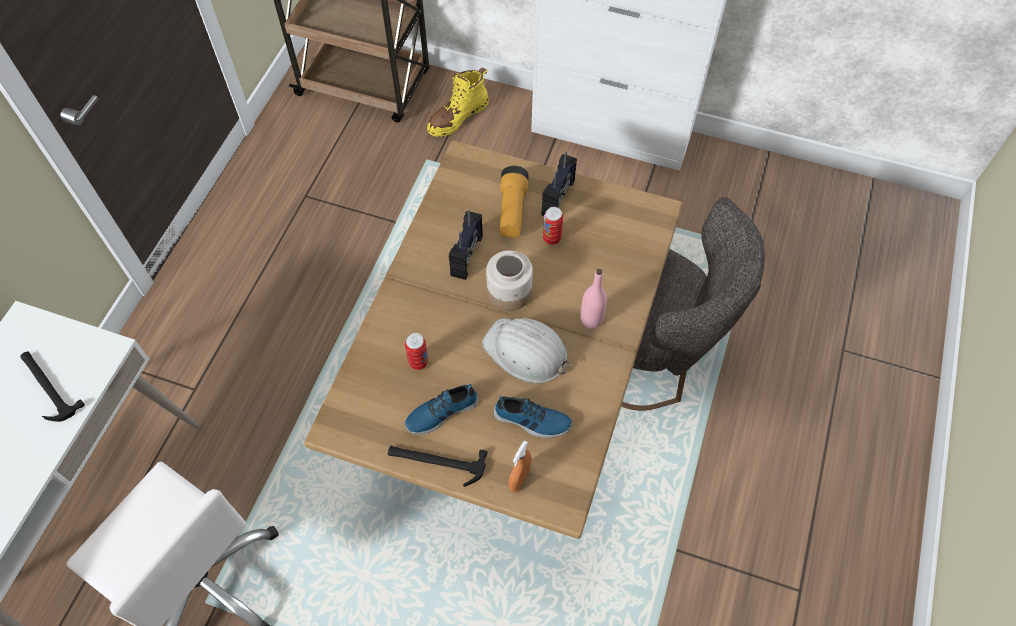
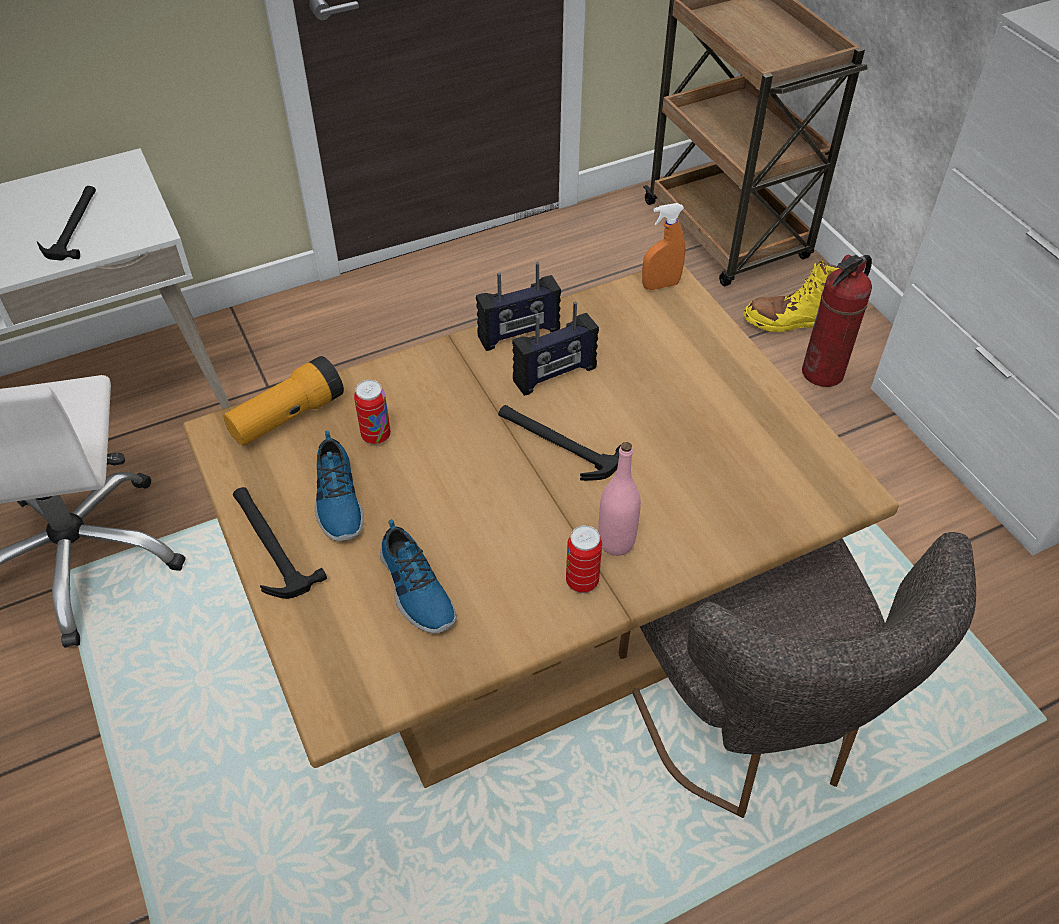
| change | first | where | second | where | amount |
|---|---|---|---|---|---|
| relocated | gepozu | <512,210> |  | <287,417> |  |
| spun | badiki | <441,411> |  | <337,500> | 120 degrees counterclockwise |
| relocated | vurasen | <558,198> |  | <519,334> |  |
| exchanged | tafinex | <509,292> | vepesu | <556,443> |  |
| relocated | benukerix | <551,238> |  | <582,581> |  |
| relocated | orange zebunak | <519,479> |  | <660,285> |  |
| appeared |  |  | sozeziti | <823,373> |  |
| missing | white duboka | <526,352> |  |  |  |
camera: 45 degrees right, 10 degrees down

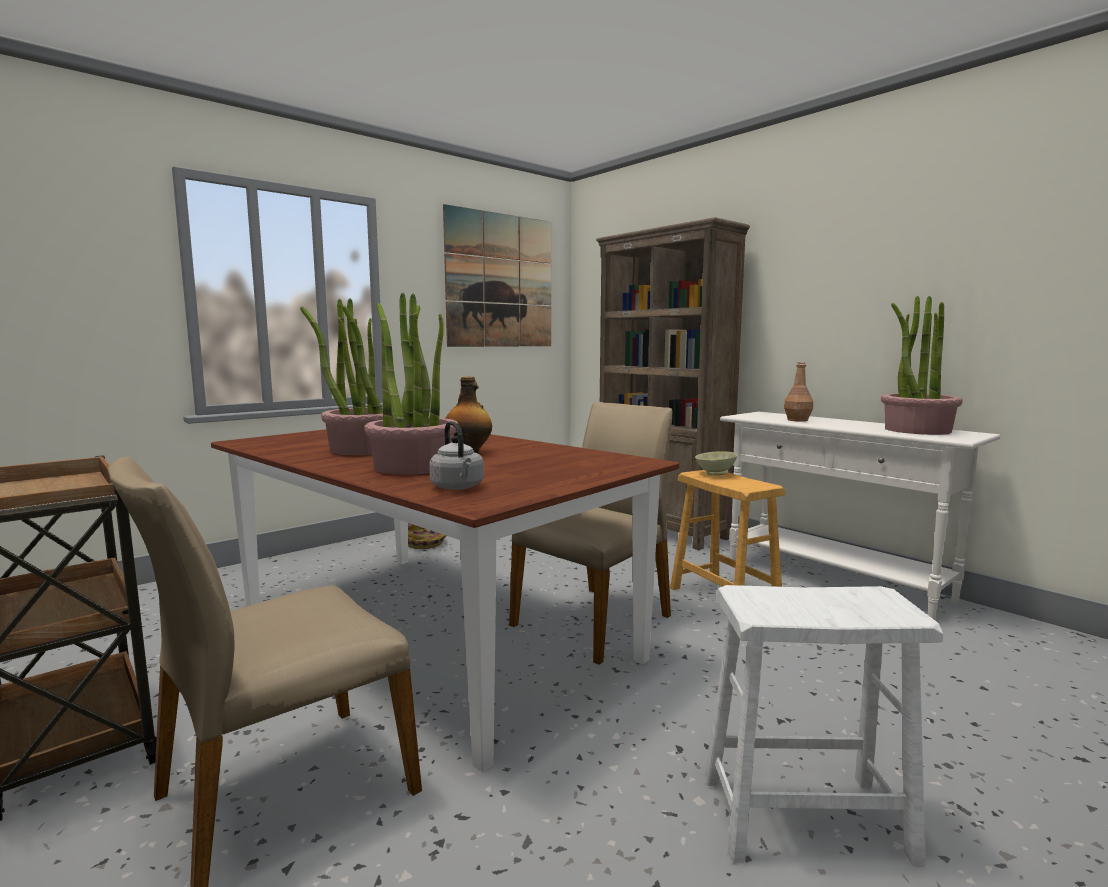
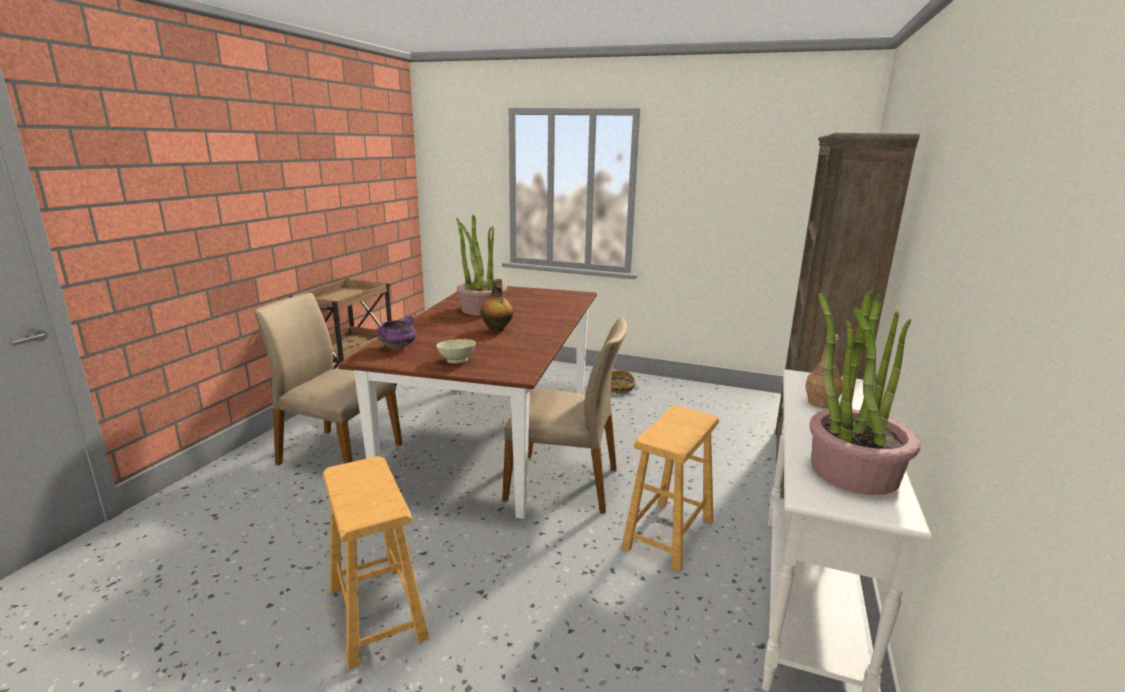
| change | first | where | second | where | amount |
|---|---|---|---|---|---|
| colour | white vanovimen | <805,818> | brown vanovimen | <376,614> |  |
| exchanged | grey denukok | <458,487> | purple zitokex | <398,347> |  |
| relocated | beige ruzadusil | <715,474> |  | <457,361> |  |
| missing | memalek | <413,466> |  |  |  |
| missing | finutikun | <500,281> |  |  |  |
camera: 60 degrees right, 10 degrees up

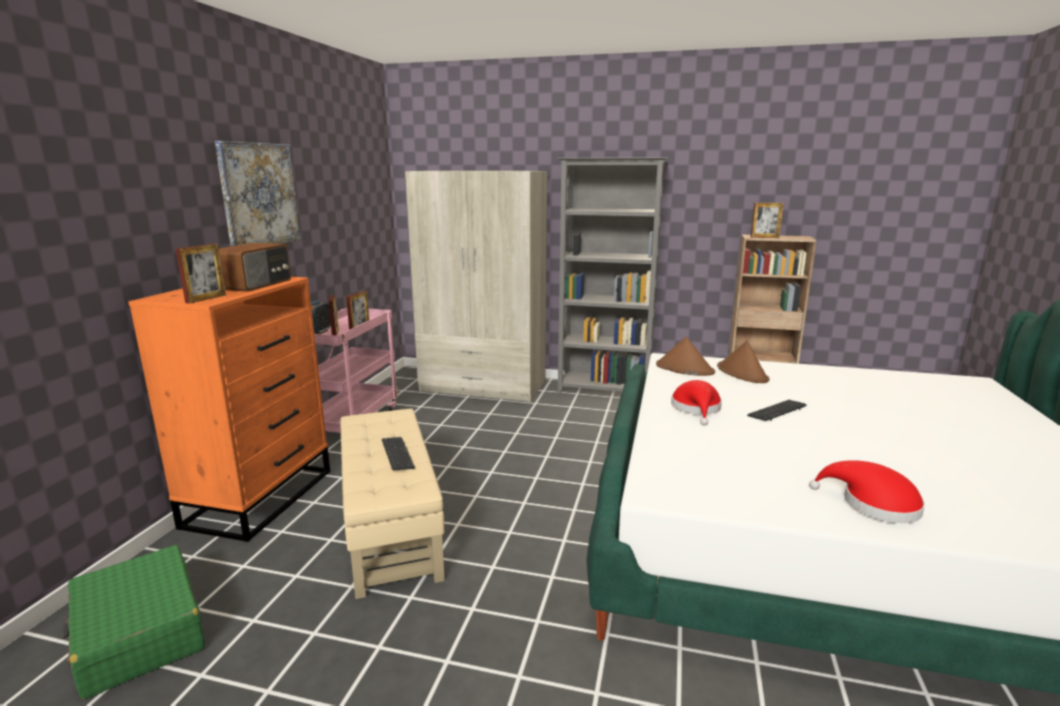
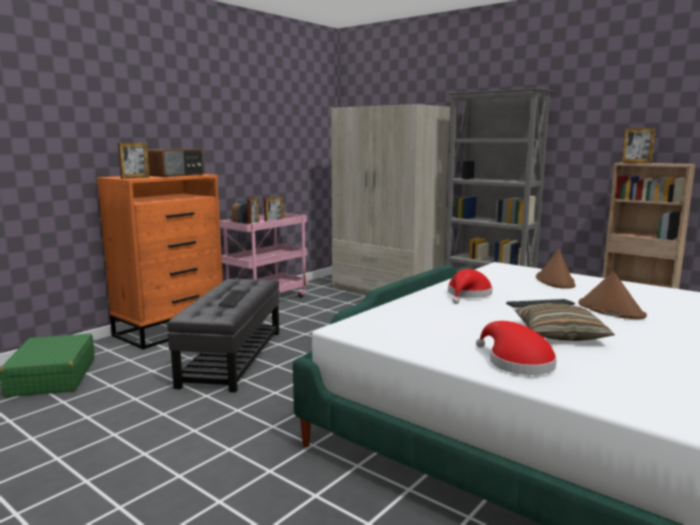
| change | first | where | second | where | amount |
|---|---|---|---|---|---|
| colour | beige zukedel | <389,525> | black zukedel | <232,357> |  |
| appeared |  |  | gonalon | <560,334> |  |
| relocated | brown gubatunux | <684,368> |  | <610,310> |  |
| missing | finutikun | <259,195> |  |  |  |
camera: 25 degrees right, 5 degrees down

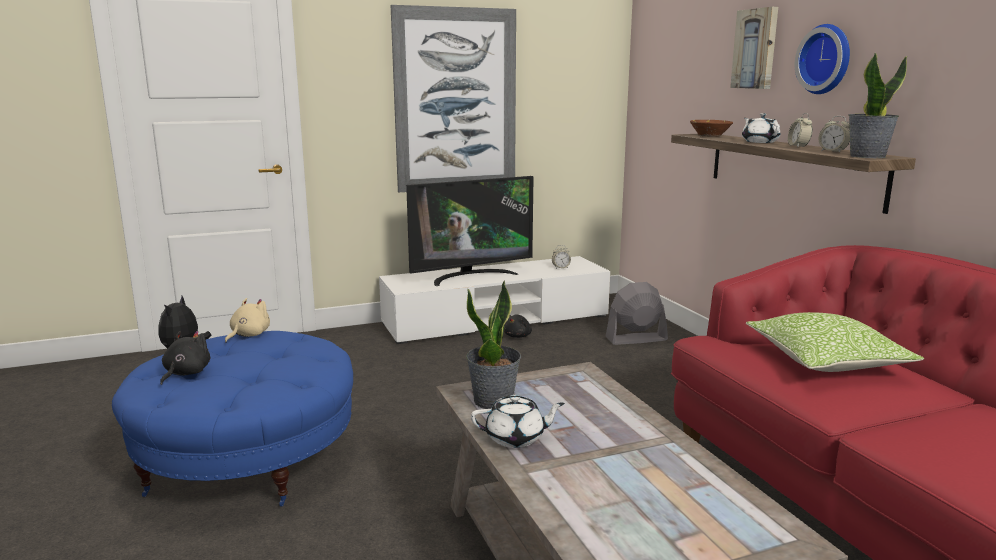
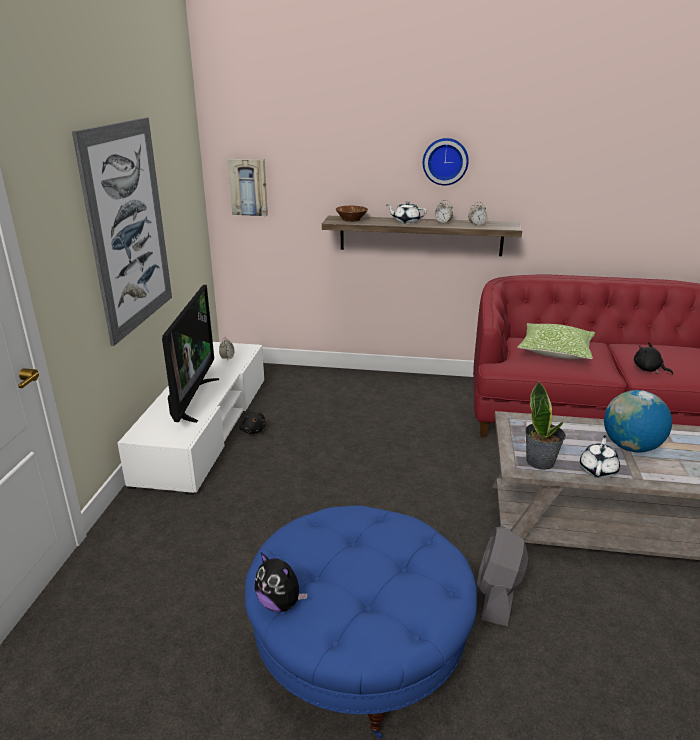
| change | first | where | second | where | amount |
|---|---|---|---|---|---|
| relocated | finutikun | <756,49> |  | <248,187> |  |
| relocated | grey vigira | <636,339> |  | <498,595> |  |
| appeared |  |  | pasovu | <631,447> |  |
| relocated | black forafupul | <185,373> |  | <648,369> |  |
| missing | beige forafupul | <248,335> |  |  |  |
| missing | memalek | <867,156> |  |  |  |
camera: 60 degrees left, 10 degrees up

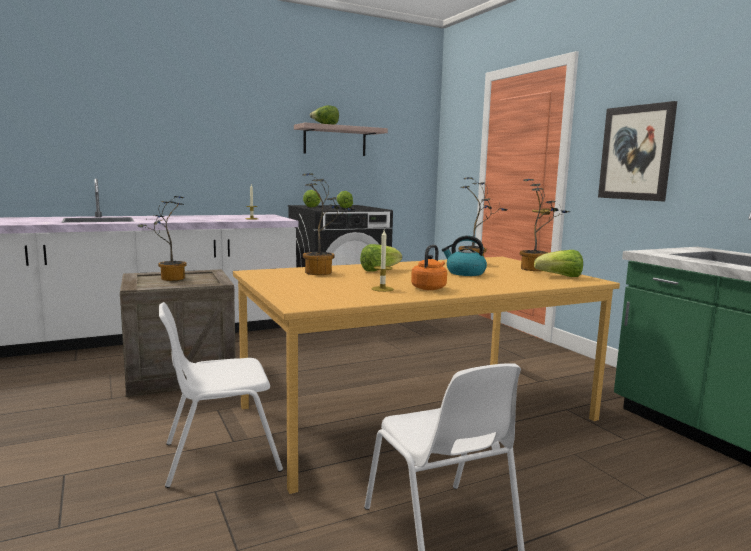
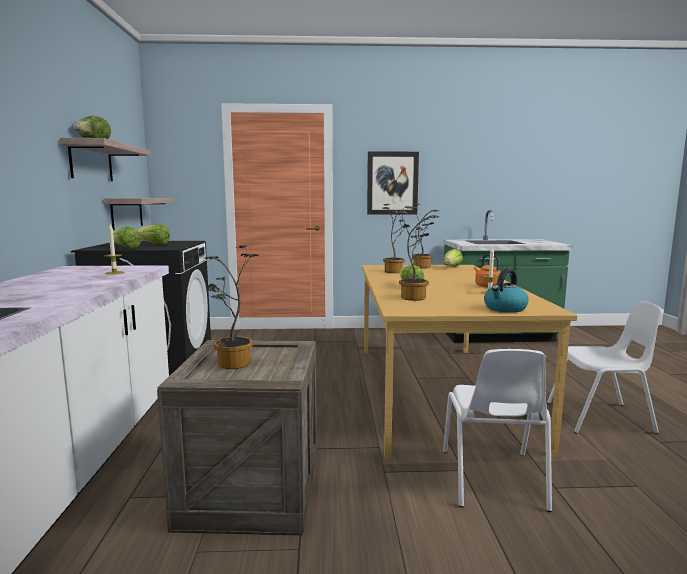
| change | first | where | second | where | amount |
|---|---|---|---|---|---|
| appeared |  |  | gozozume | <127,213> |  |
| relocated | denukok | <465,273> |  | <505,309> |  |
camera: 65 degrees left, 0 degrees up

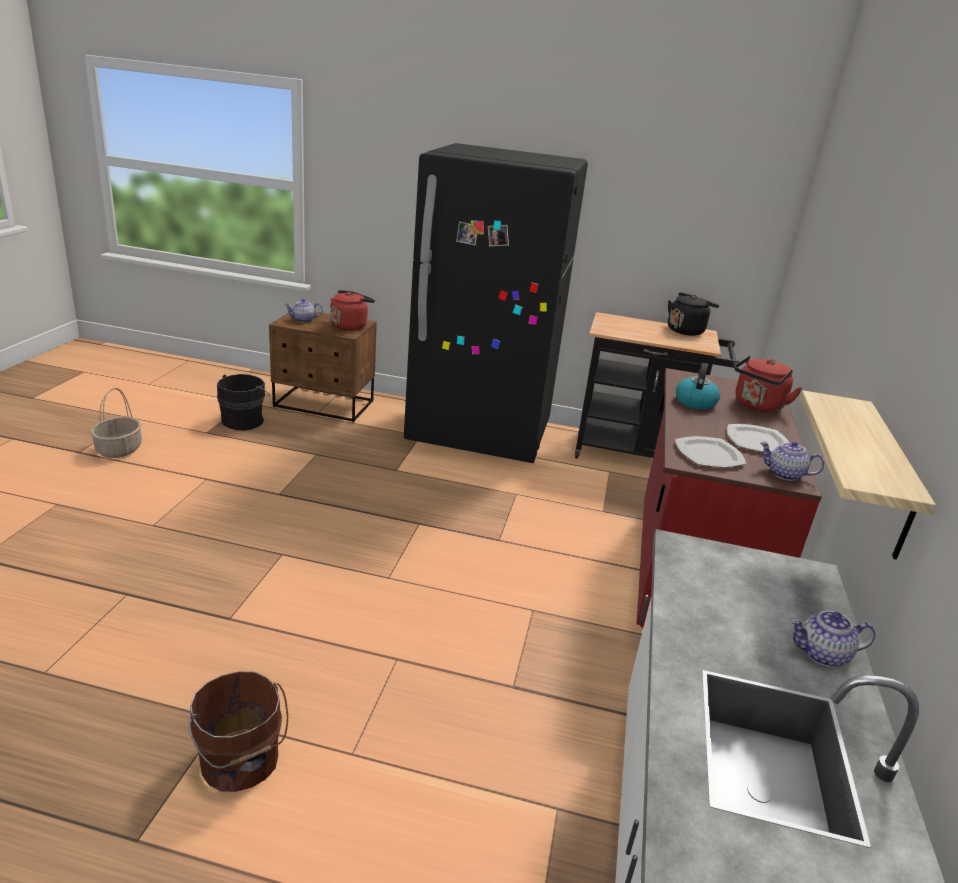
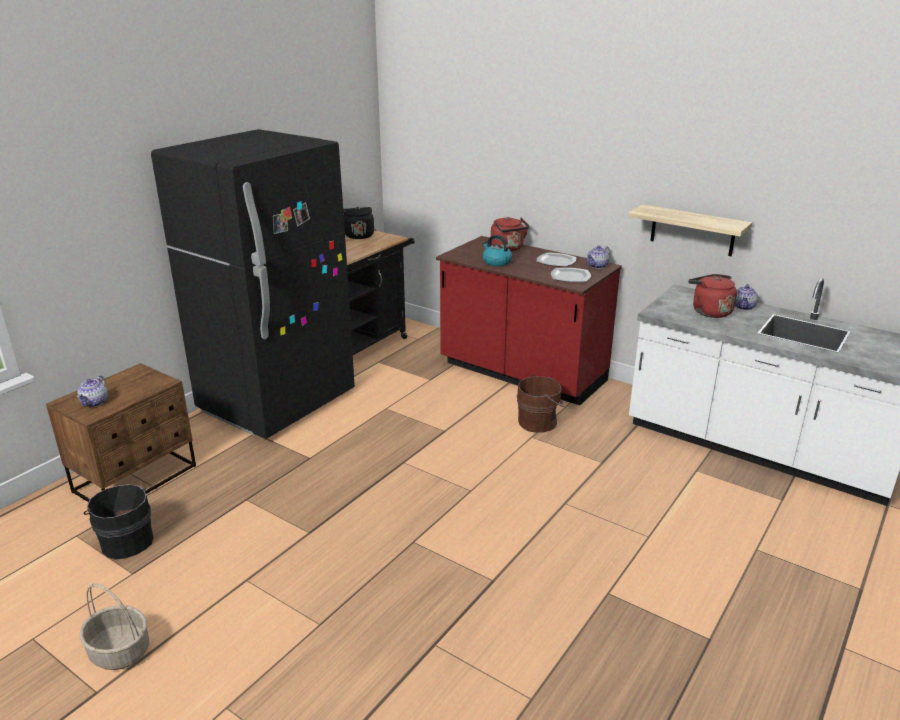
| change | first | where | second | where | amount |
|---|---|---|---|---|---|
| relocated | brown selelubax | <240,762> |  | <539,422> |  |
| relocated | red denukok | <350,326> |  | <709,311> |  |
camera: 65 degrees left, 0 degrees up

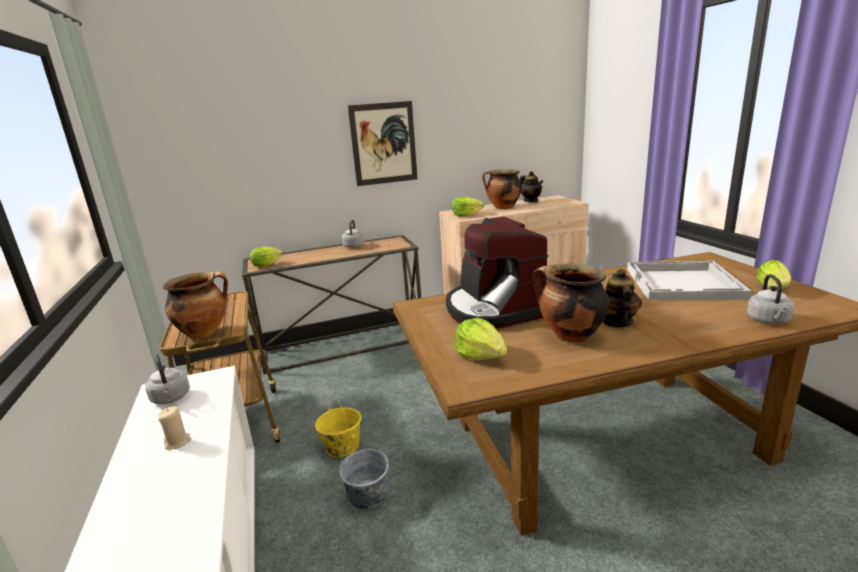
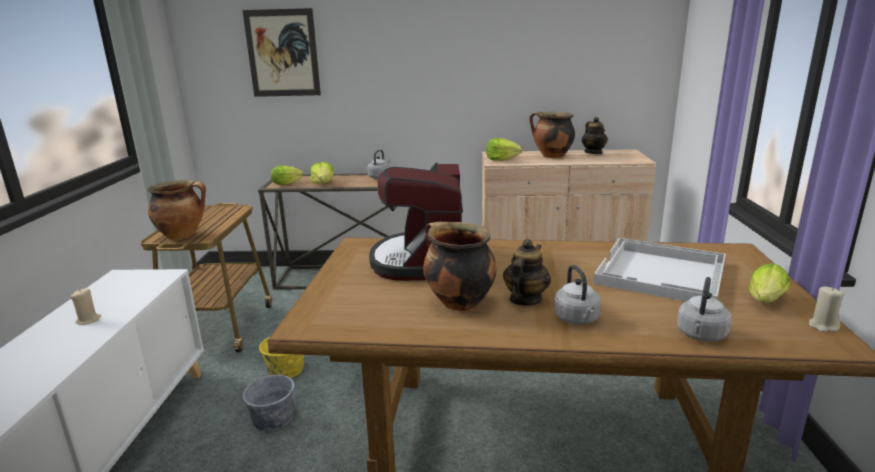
| change | first | where | second | where | amount |
|---|---|---|---|---|---|
| relocated | finutikun | <383,143> |  | <282,53> |  |
| relocated | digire | <481,355> |  | <323,183> |  |
| relocated | grey denukok | <171,398> |  | <577,319> |  |
| appeared |  |  | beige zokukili | <823,326> |  |
camera: 20 degrees right, 0 degrees up

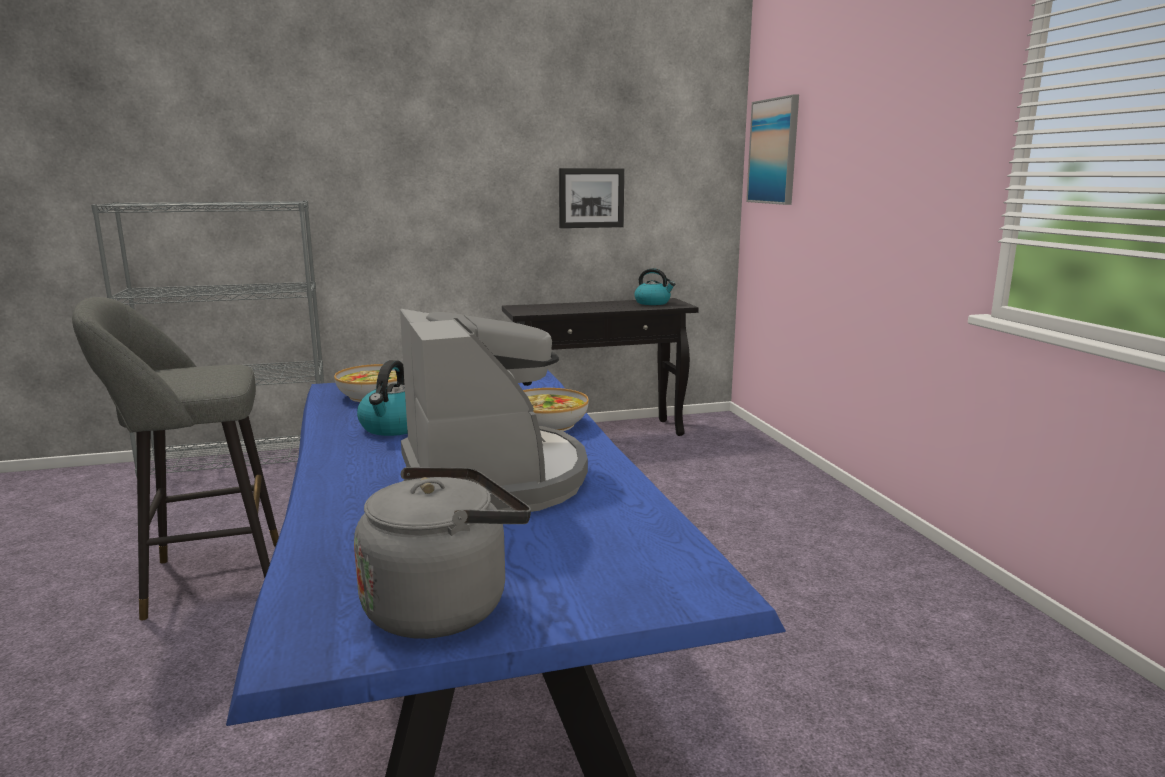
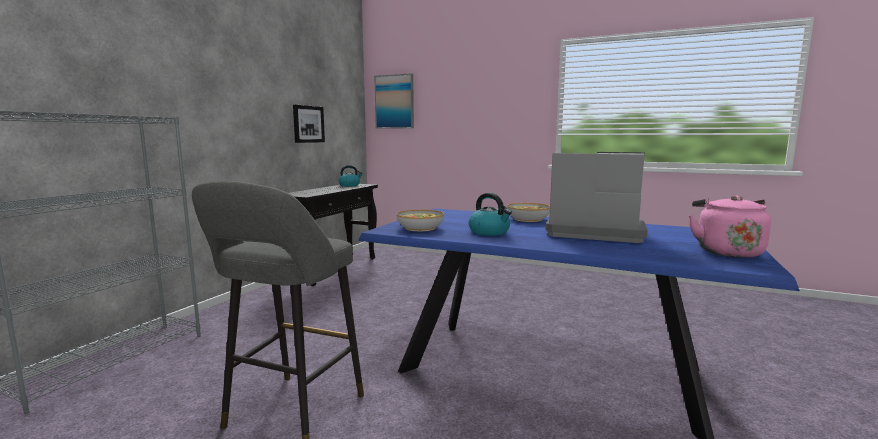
| change | first | where | second | where | amount |
|---|---|---|---|---|---|
| colour | grey denukok | <444,605> | pink denukok | <726,251> |  |
camera: 50 degrees left, 5 degrees down

